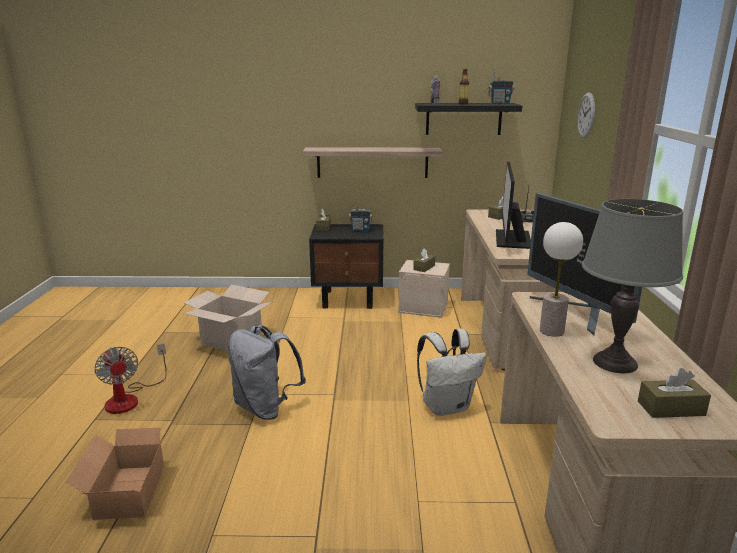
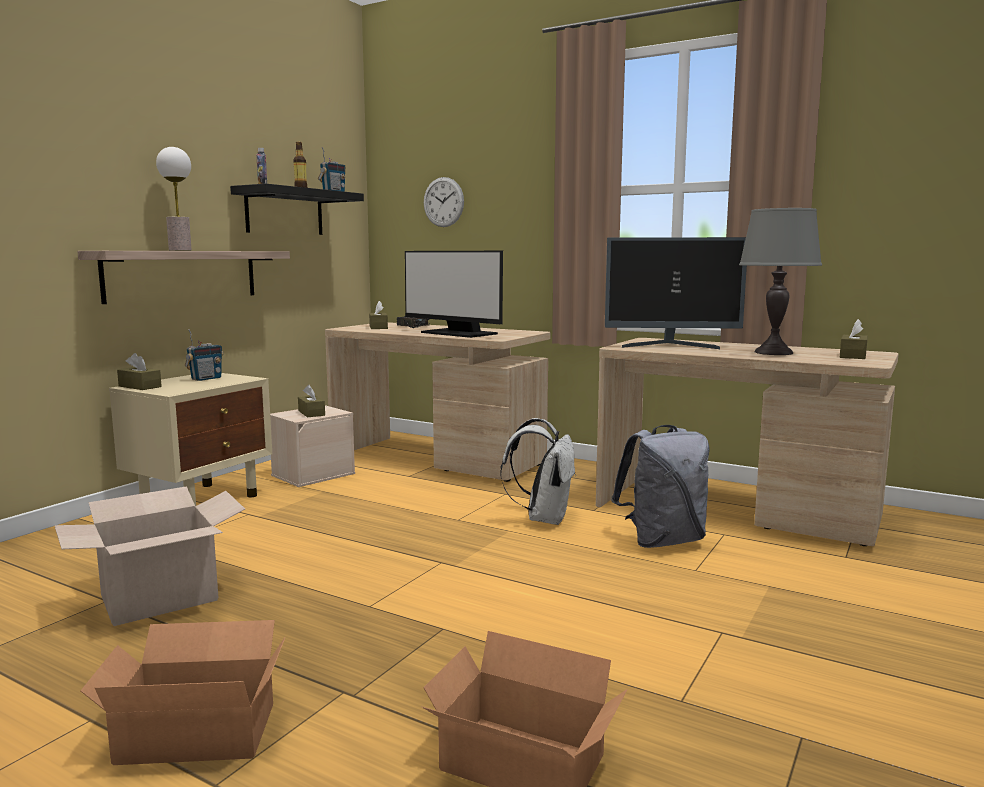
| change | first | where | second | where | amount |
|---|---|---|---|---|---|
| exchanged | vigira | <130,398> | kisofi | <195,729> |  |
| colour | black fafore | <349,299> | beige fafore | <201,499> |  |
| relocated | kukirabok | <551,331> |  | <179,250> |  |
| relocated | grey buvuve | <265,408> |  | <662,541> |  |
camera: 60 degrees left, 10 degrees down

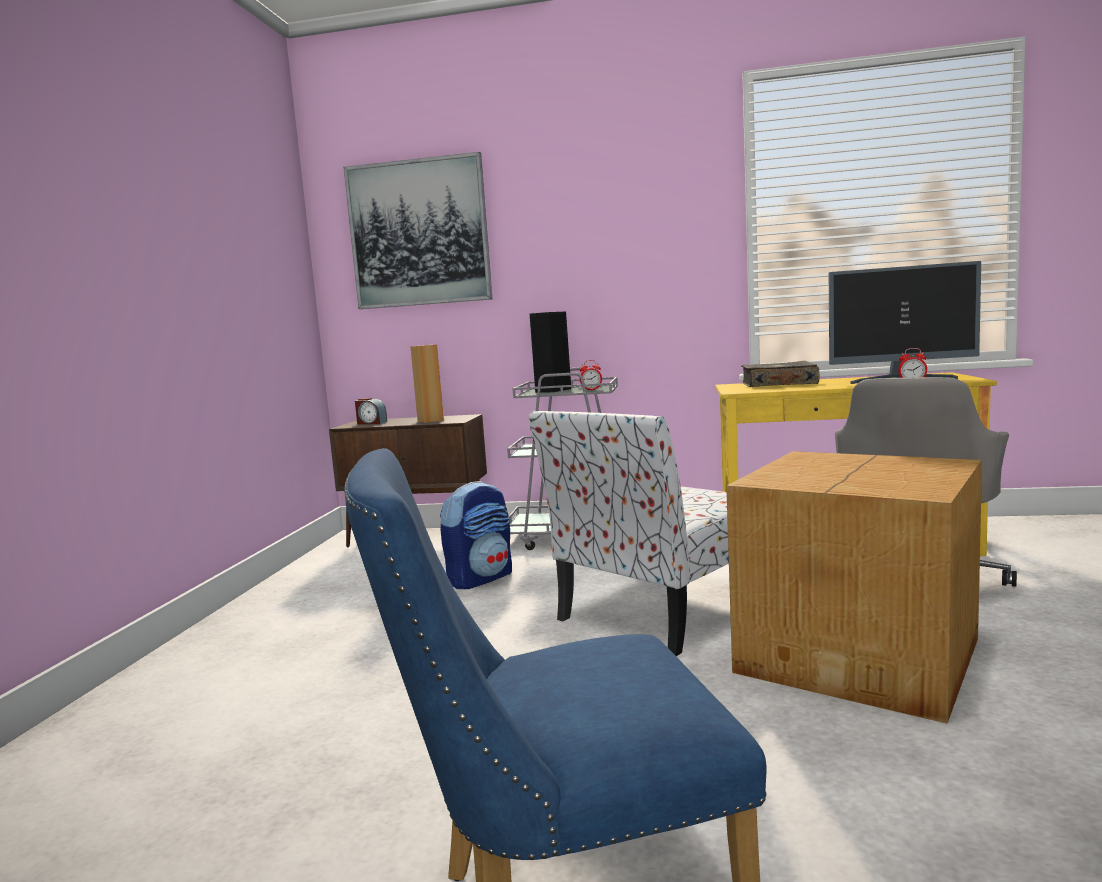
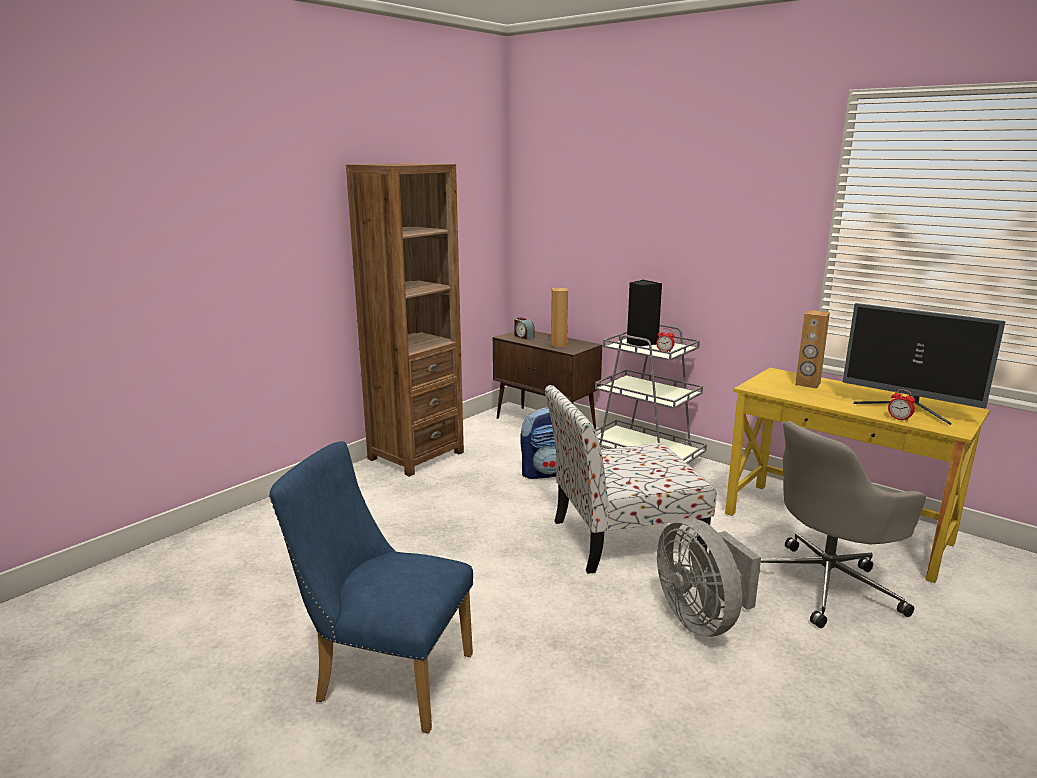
| change | first | where | second | where | amount |
|---|---|---|---|---|---|
| appeared |  |  | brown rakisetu | <416,455> |  |
| exchanged | kisofi | <862,654> | grey vigira | <702,619> |  |
| exchanged | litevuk | <778,384> | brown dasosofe | <807,384> |  |
| missing | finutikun | <419,233> |  |  |  |
camera: 30 degrees right, 10 degrees up

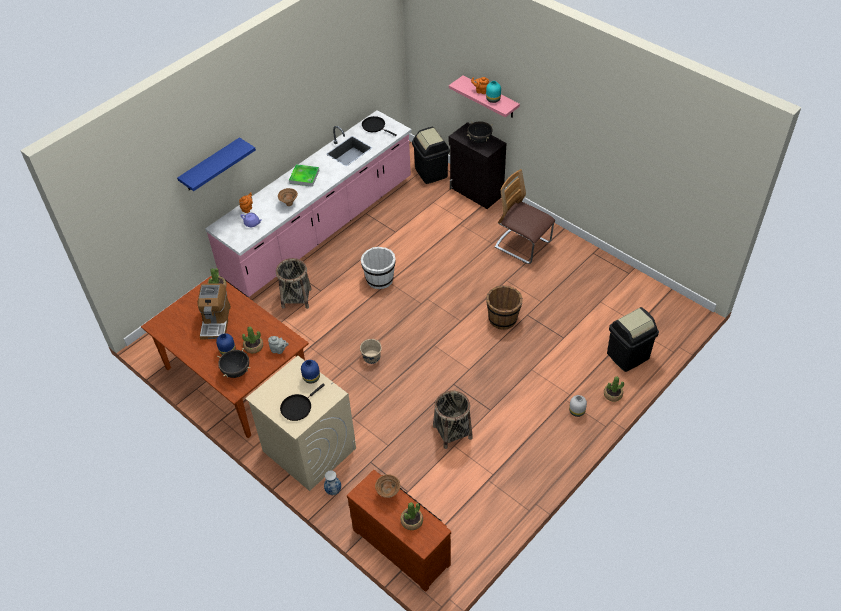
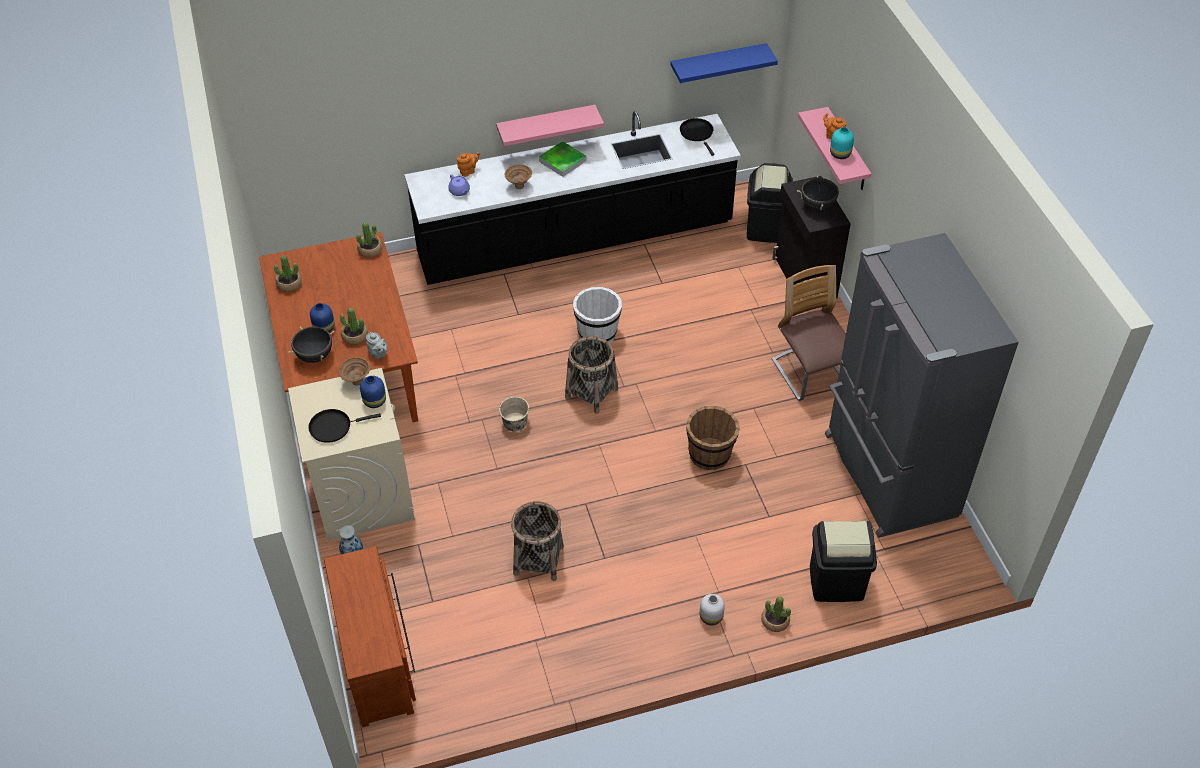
| change | first | where | second | where | amount |
|---|---|---|---|---|---|
| relocated | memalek | <412,521> |  | <289,284> |  |
| relocated | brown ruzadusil | <388,493> |  | <357,382> |  |
| colour | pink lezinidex | <321,229> | black lezinidex | <575,240> |  |
| appeared |  |  | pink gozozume | <546,125> |  |
| relocated | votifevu | <296,298> |  | <591,393> |  |
| relocated | blue gozozume | <211,165> |  | <718,63> |  |
| appeared |  |  | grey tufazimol | <887,476> |  |
| missing | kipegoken | <216,321> |  |  |  |
camera: 30 degrees right, 0 degrees up

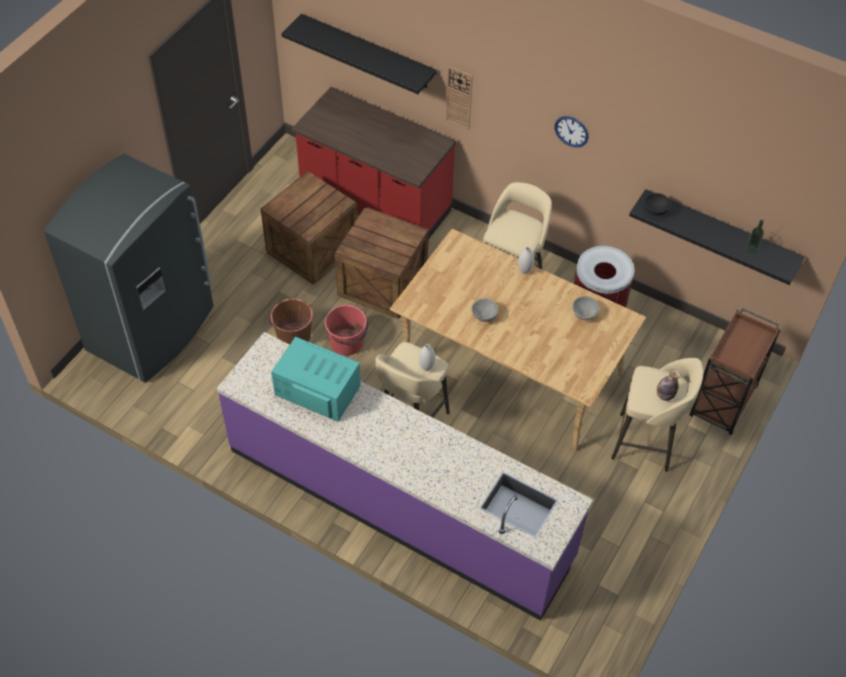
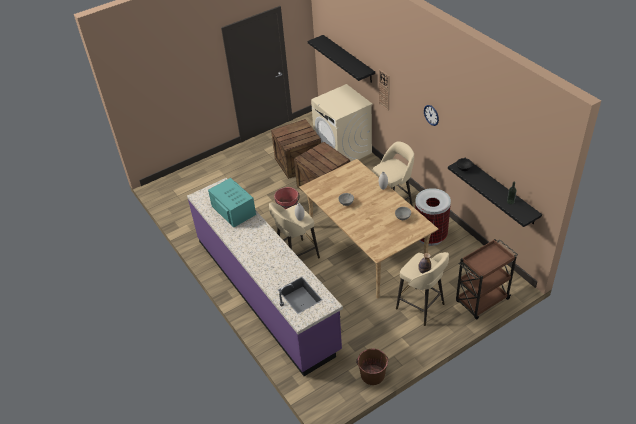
| change | first | where | second | where | amount |
|---|---|---|---|---|---|
| exchanged | red lezinidex | <375,204> | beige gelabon | <343,150> |  |
| relocated | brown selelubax | <293,335> |  | <372,374> |  |
| missing | grey tufazimol | <153,330> |  |  |  |
camera: 30 degrees right, 10 degrees down

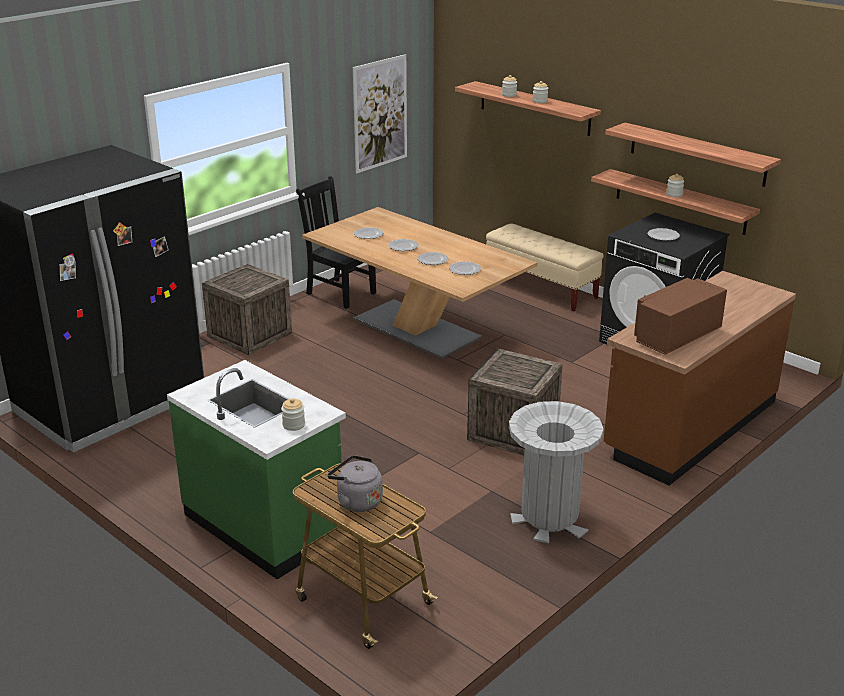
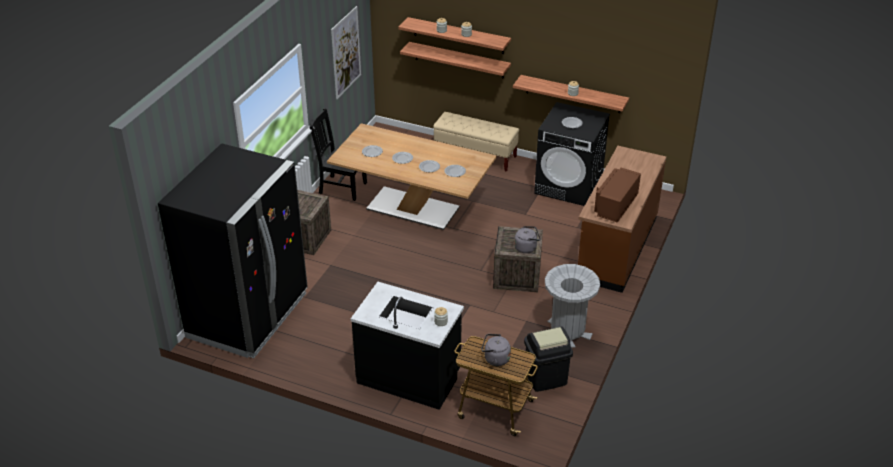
| change | first | where | second | where | amount |
|---|---|---|---|---|---|
| colour | green lezinidex | <265,524> | black lezinidex | <409,377> |  |
| relocated | gozozume | <697,154> |  | <459,60> |  |
| appeared |  |  | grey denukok | <526,247> |  |
| appeared |  |  | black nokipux | <546,378> |  |
camera: 20 degrees left, 10 degrees up

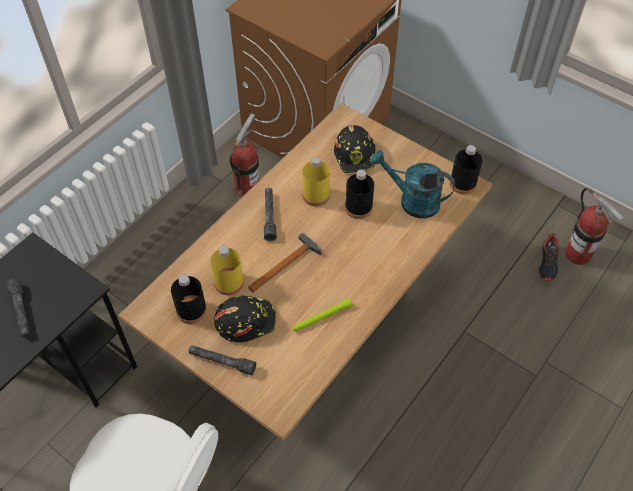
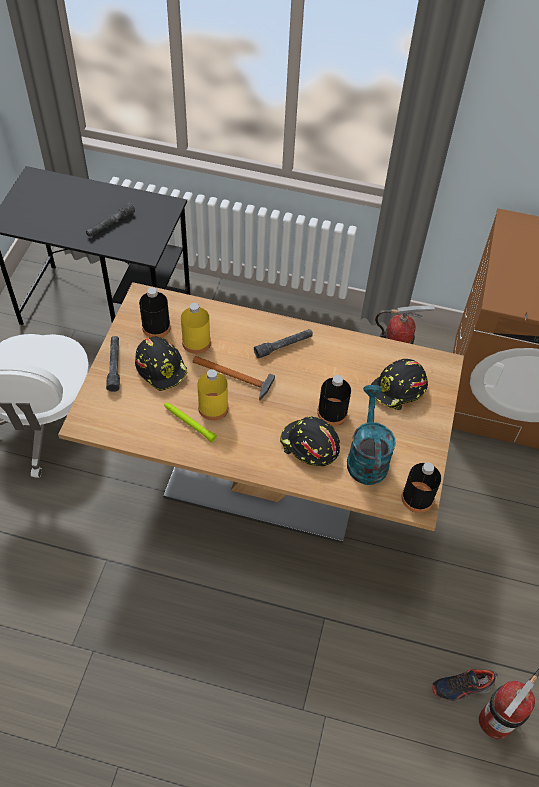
| change | first | where | second | where | amount |
|---|---|---|---|---|---|
| relocated | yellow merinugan | <316,195> |  | <213,407> |  |
| appeared |  |  | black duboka | <309,446> |  |
camera: 65 degrees right, 0 degrees up

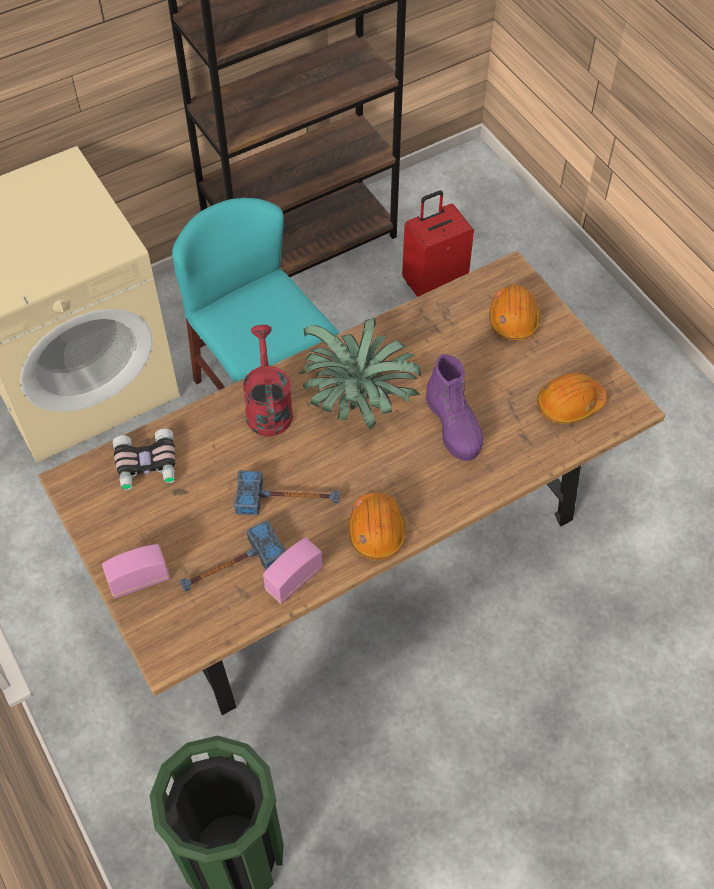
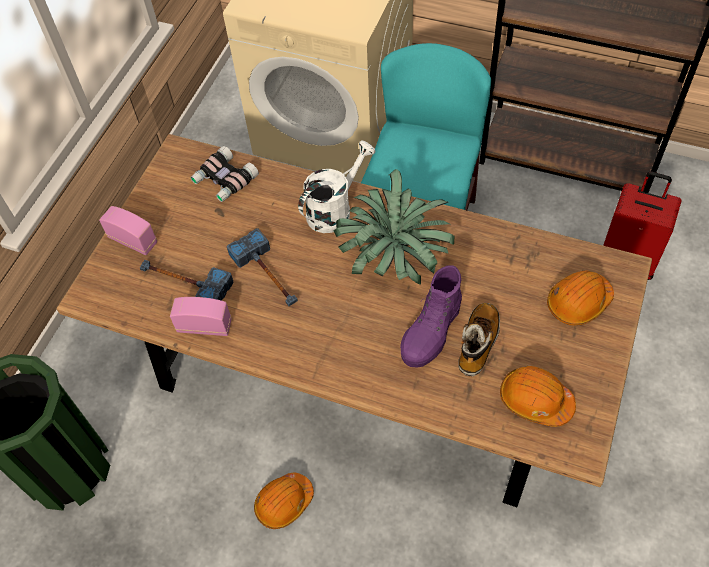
| change | first | where | second | where | amount |
|---|---|---|---|---|---|
| relocated | orange duboka | <376,531> |  | <284,503> |  |
| colour | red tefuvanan | <268,407> | white tefuvanan | <334,209> |  |
| appeared |  |  | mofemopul | <478,344> |  |
camera: 55 degrees right, 0 degrees up

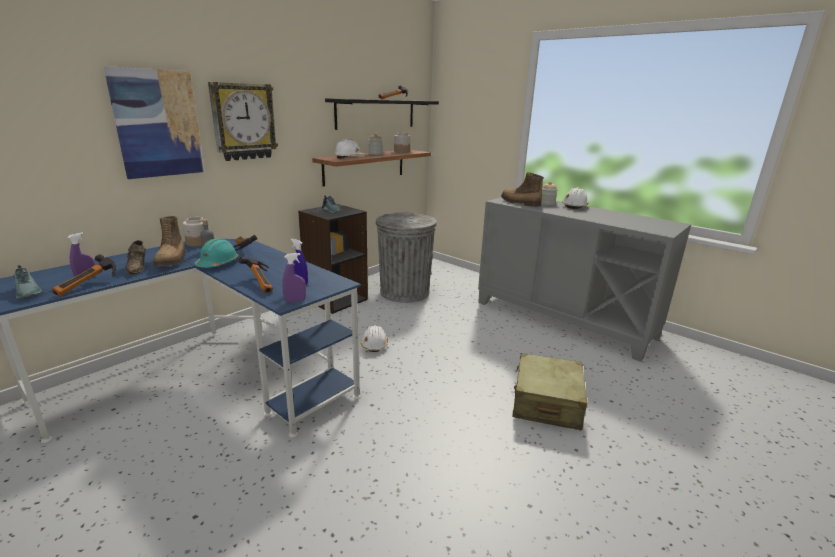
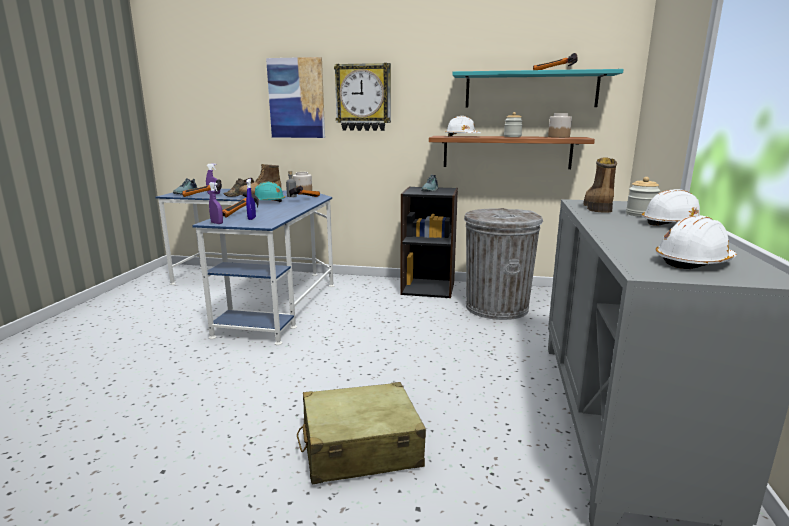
| change | first | where | second | where | amount |
|---|---|---|---|---|---|
| colour | black gozozume | <376,114> | turquoise gozozume | <531,90> |  |
| relocated | white duboka | <374,344> |  | <693,262> |  |
camera: 60 degrees right, 5 degrees down

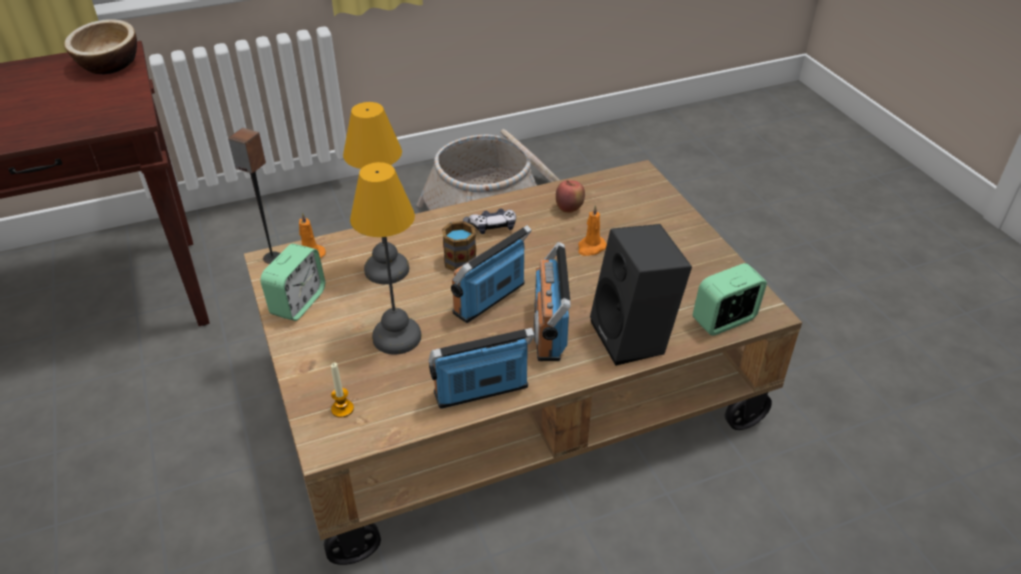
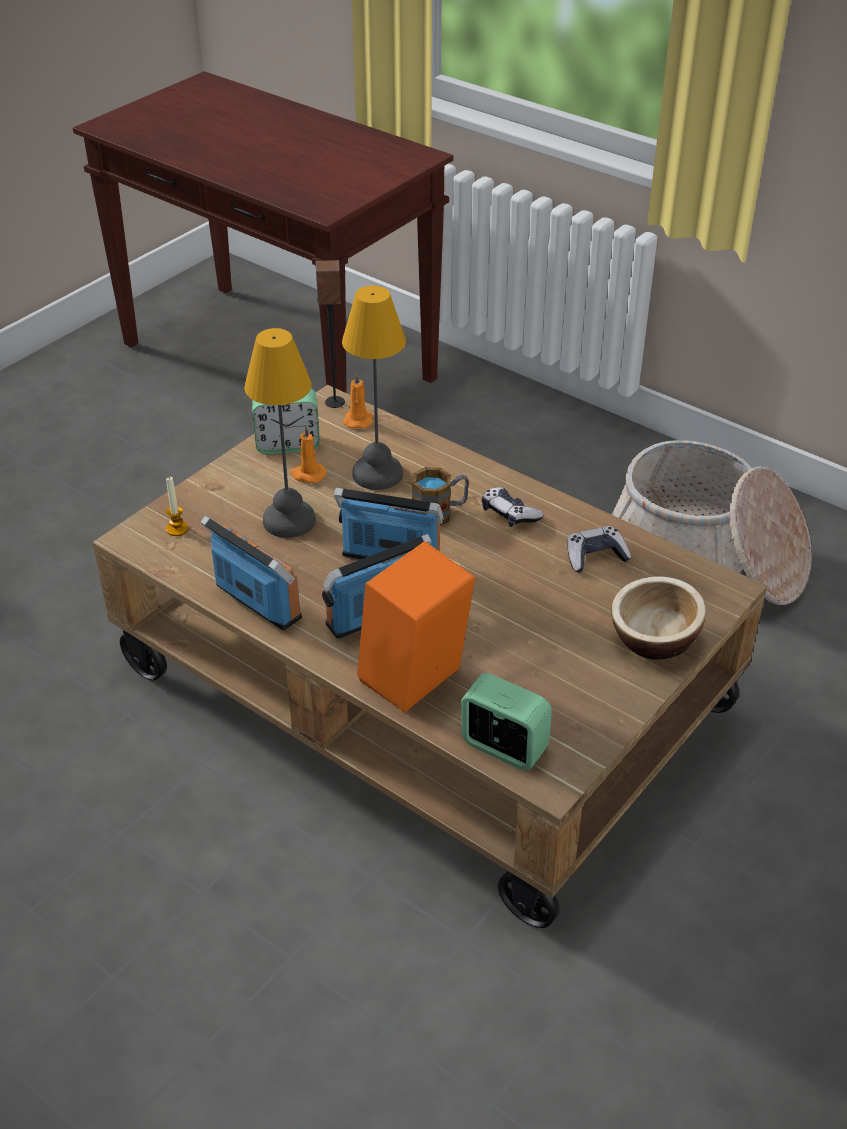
| change | first | where | second | where | amount |
|---|---|---|---|---|---|
| relocated | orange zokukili | <591,247> |  | <307,475> |  |
| colour | black dasosofe | <635,338> | orange dasosofe | <414,683> |  |
| exchanged | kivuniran | <569,209> | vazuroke | <595,557> |  |
| relocated | ruzadusil | <109,64> |  | <654,638> |  |
camera: 60 degrees right, 0 degrees up

